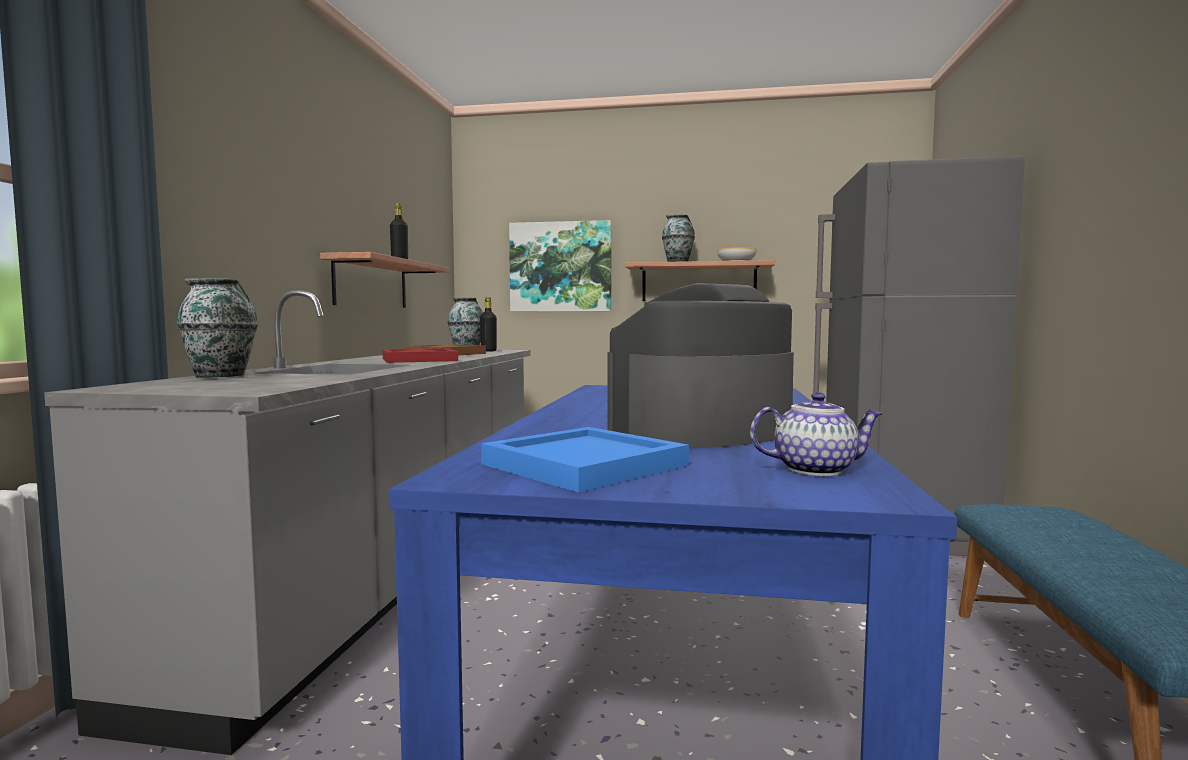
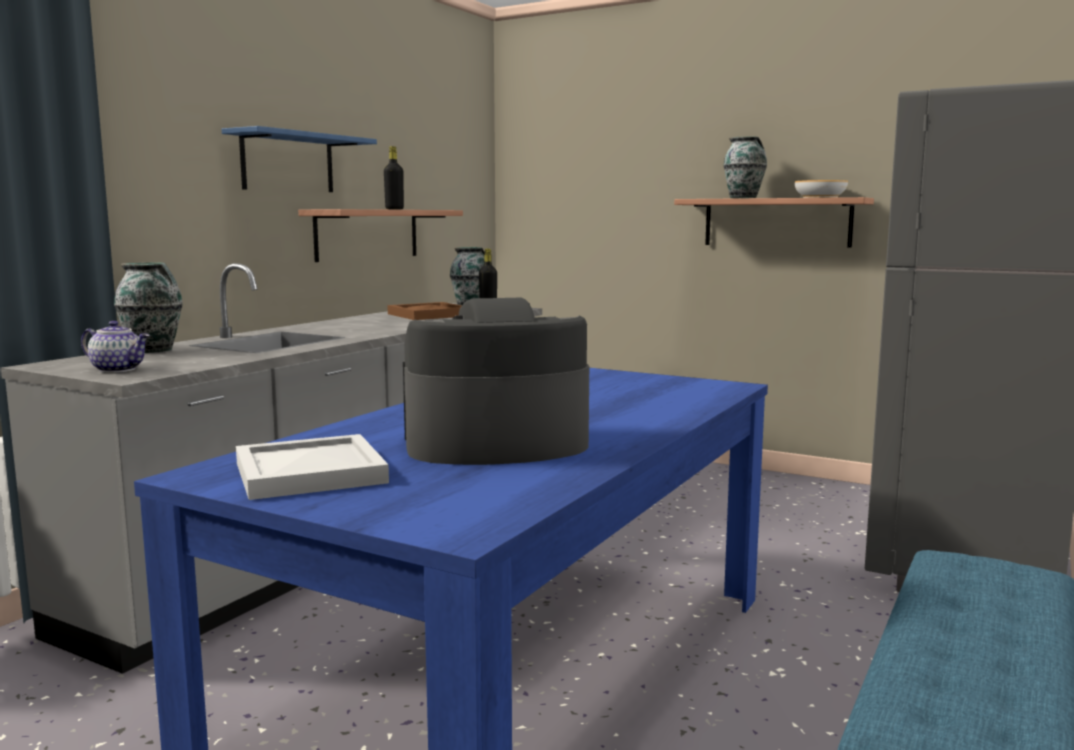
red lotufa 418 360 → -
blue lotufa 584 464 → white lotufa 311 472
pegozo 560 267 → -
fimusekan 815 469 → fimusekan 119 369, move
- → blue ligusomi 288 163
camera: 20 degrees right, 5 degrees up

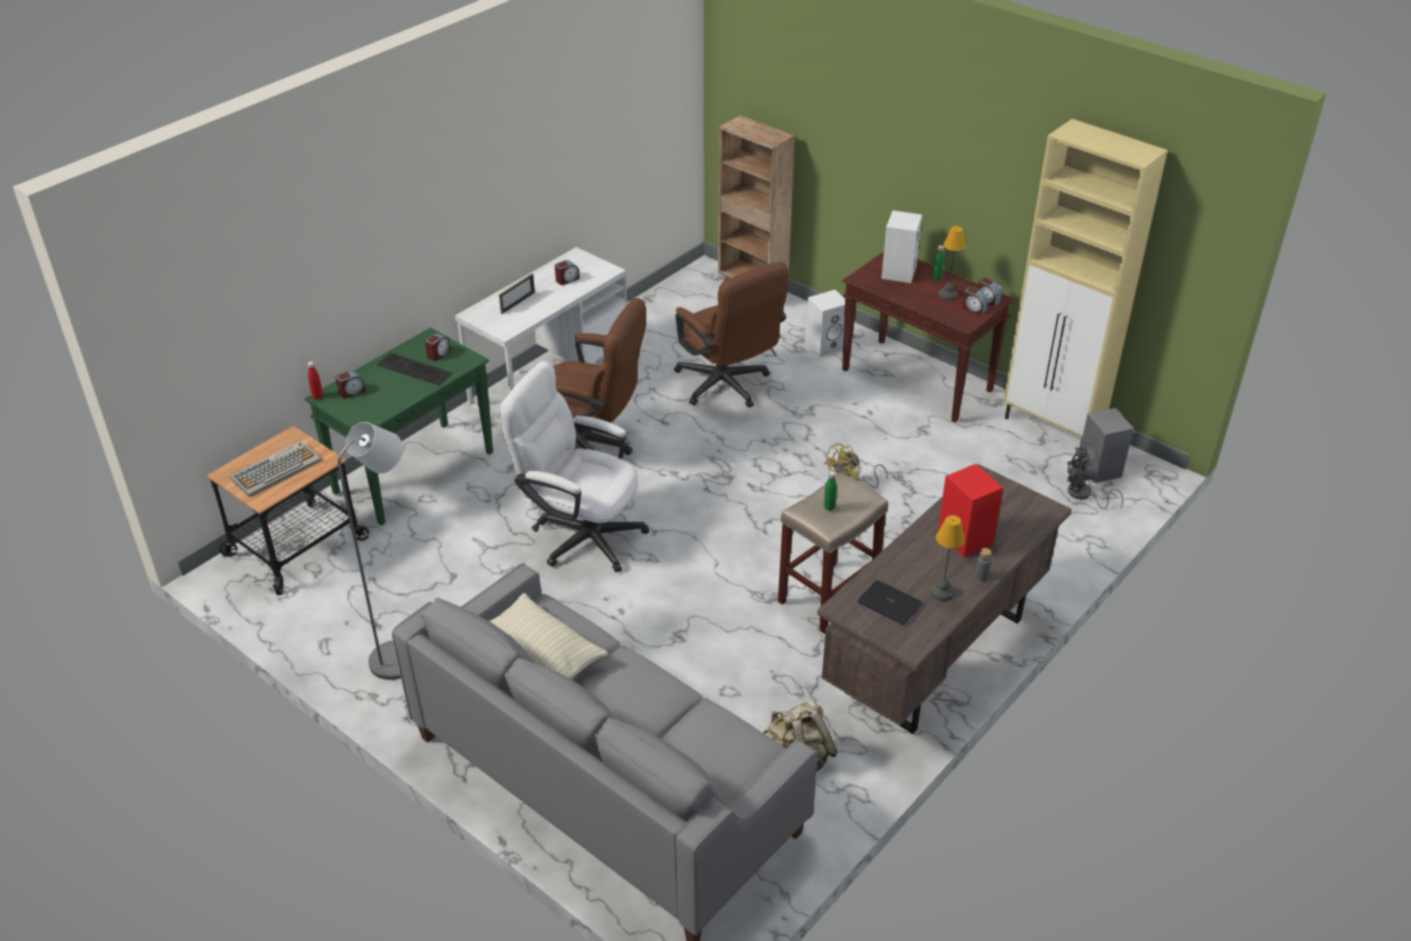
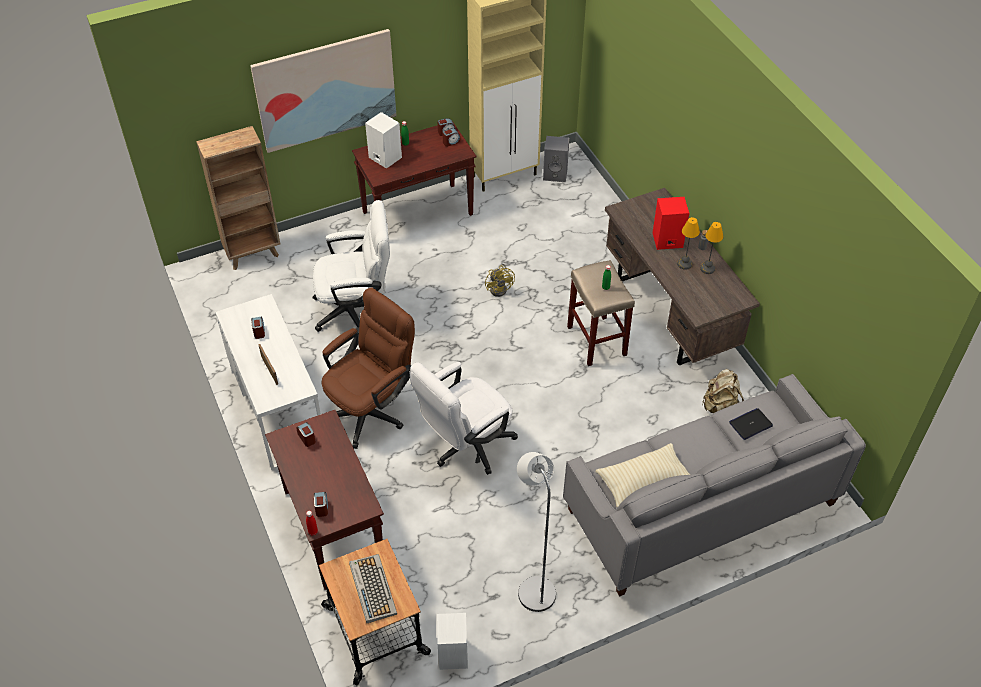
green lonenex 415 472 → brown lonenex 332 527
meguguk 413 369 → -
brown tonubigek 727 387 → white tonubigek 357 310
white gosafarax 826 346 → white gosafarax 452 653, move
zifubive 890 603 → zifubive 750 424, move
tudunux 947 294 → tudunux 684 264, move
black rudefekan 1083 495 → -
- → pegozo 326 90
camera: 65 degrees left, 10 degrees up

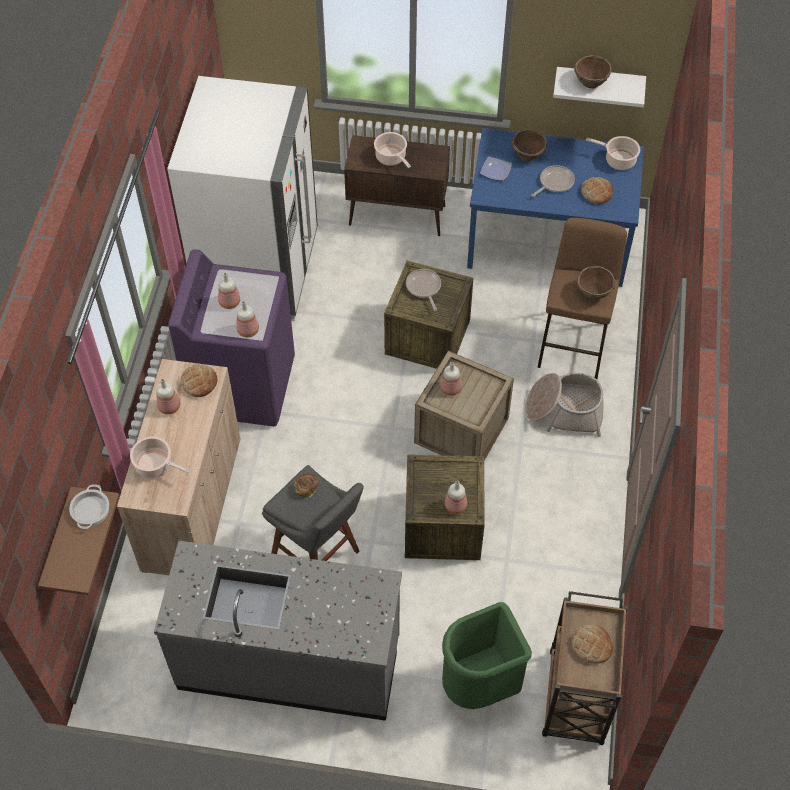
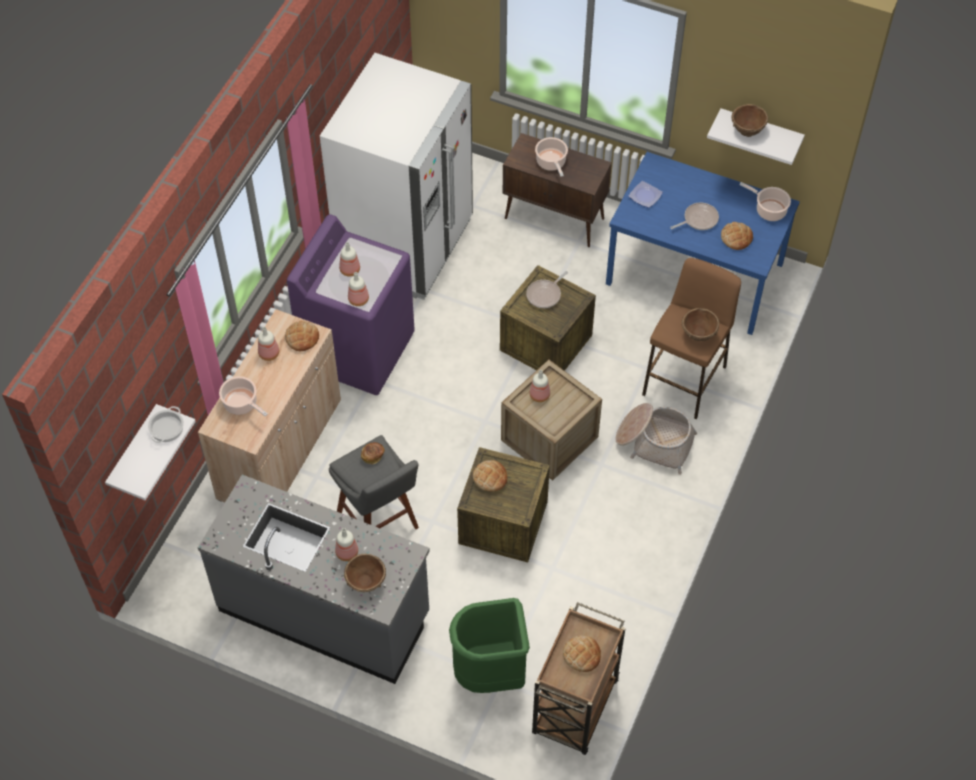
brown ligusomi 59 544 → white ligusomi 134 452
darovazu 424 288 → darovazu 545 295, 135 degrees counterclockwise
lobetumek 456 506 → lobetumek 347 553, move
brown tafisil 528 155 → brown tafisil 366 582, move
- → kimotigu 490 477
camera: 15 degrees right, 0 degrees up

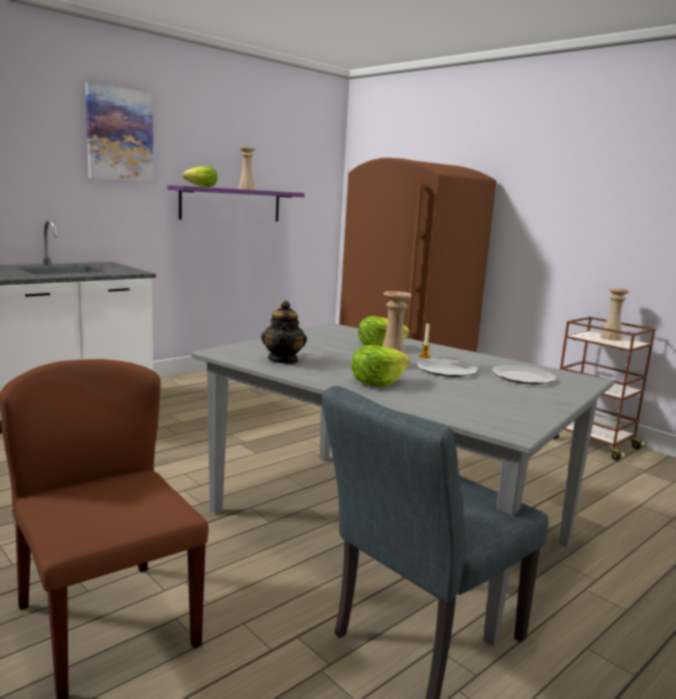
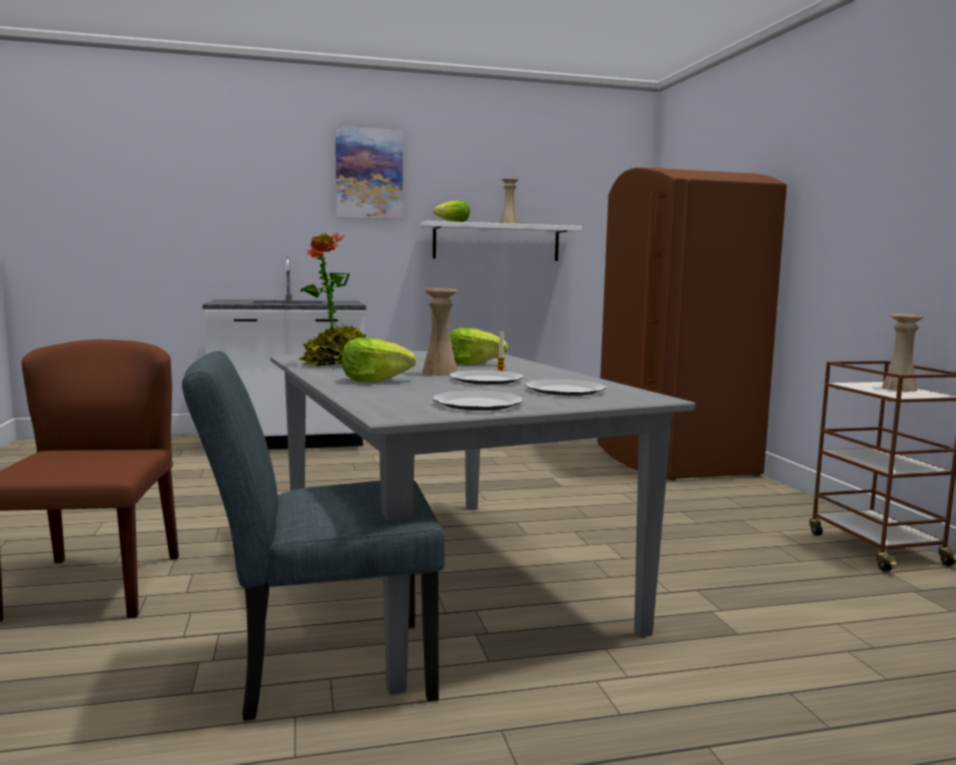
purple ligusomi 231 204 → white ligusomi 496 242
fimusekan 283 360 → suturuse 335 364
- → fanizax 478 404
camera: 30 degrees right, 5 degrees down

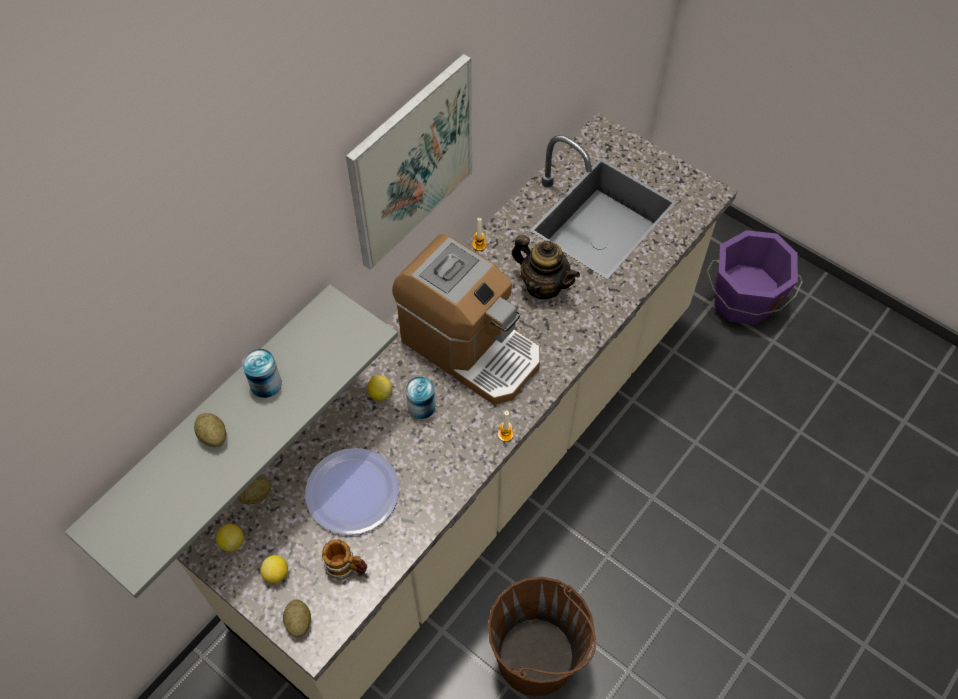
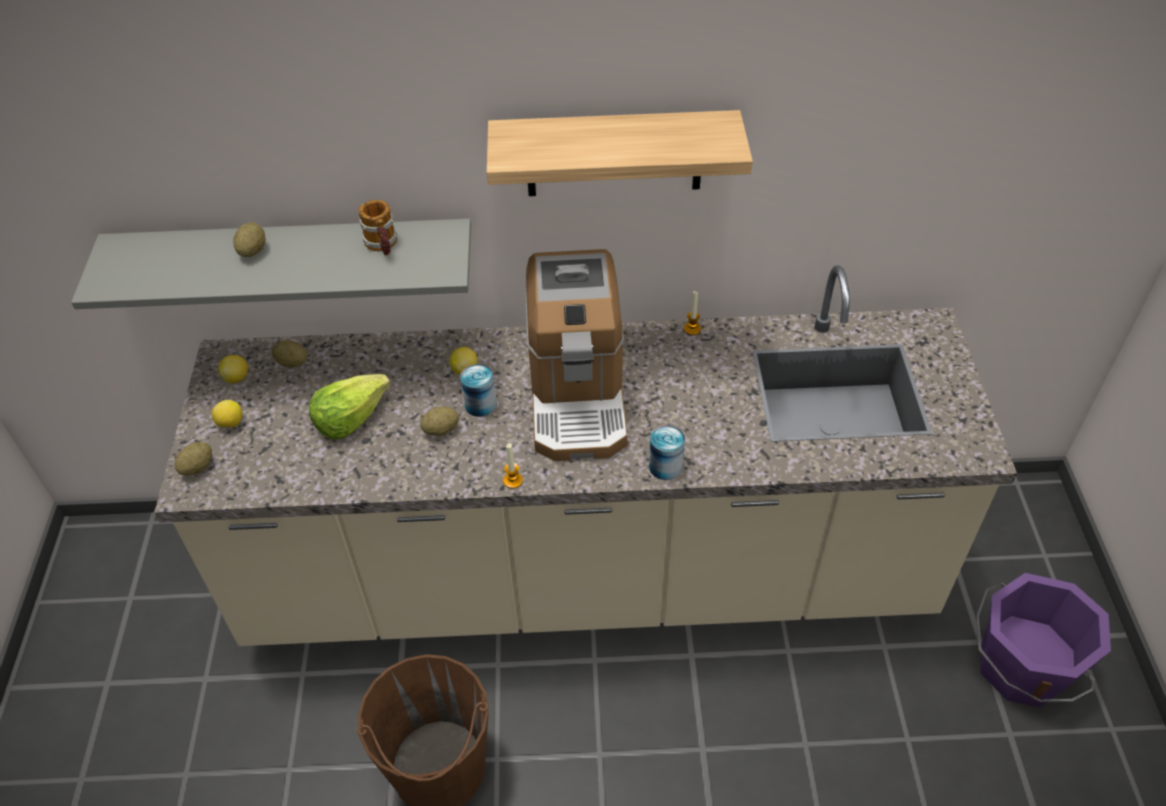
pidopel 266 384 → pidopel 665 466, move
fanizax 352 492 → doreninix 350 418
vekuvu 346 567 → vekuvu 382 245, move
pegozo 411 163 → ligusomi 614 154
fimusekan 543 285 → -
- → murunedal 441 430
camera: 50 degrees right, 10 degrees down

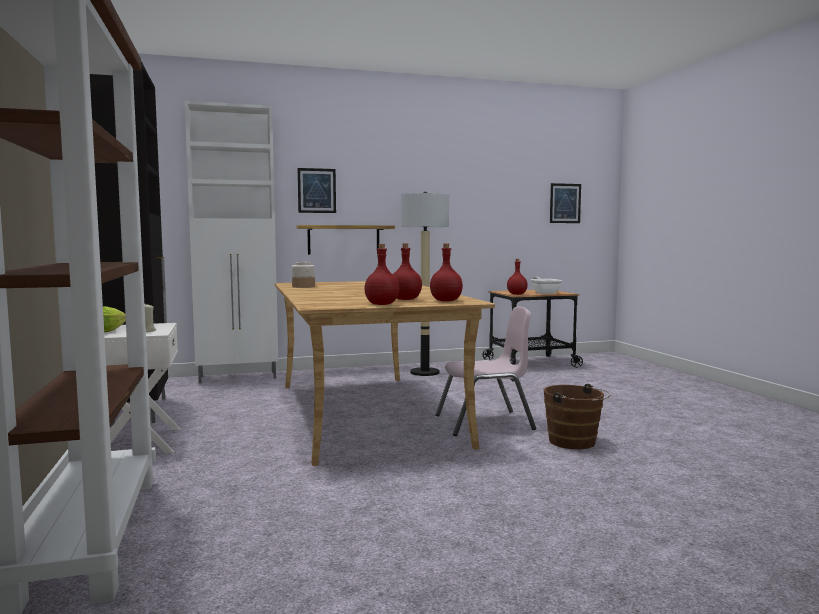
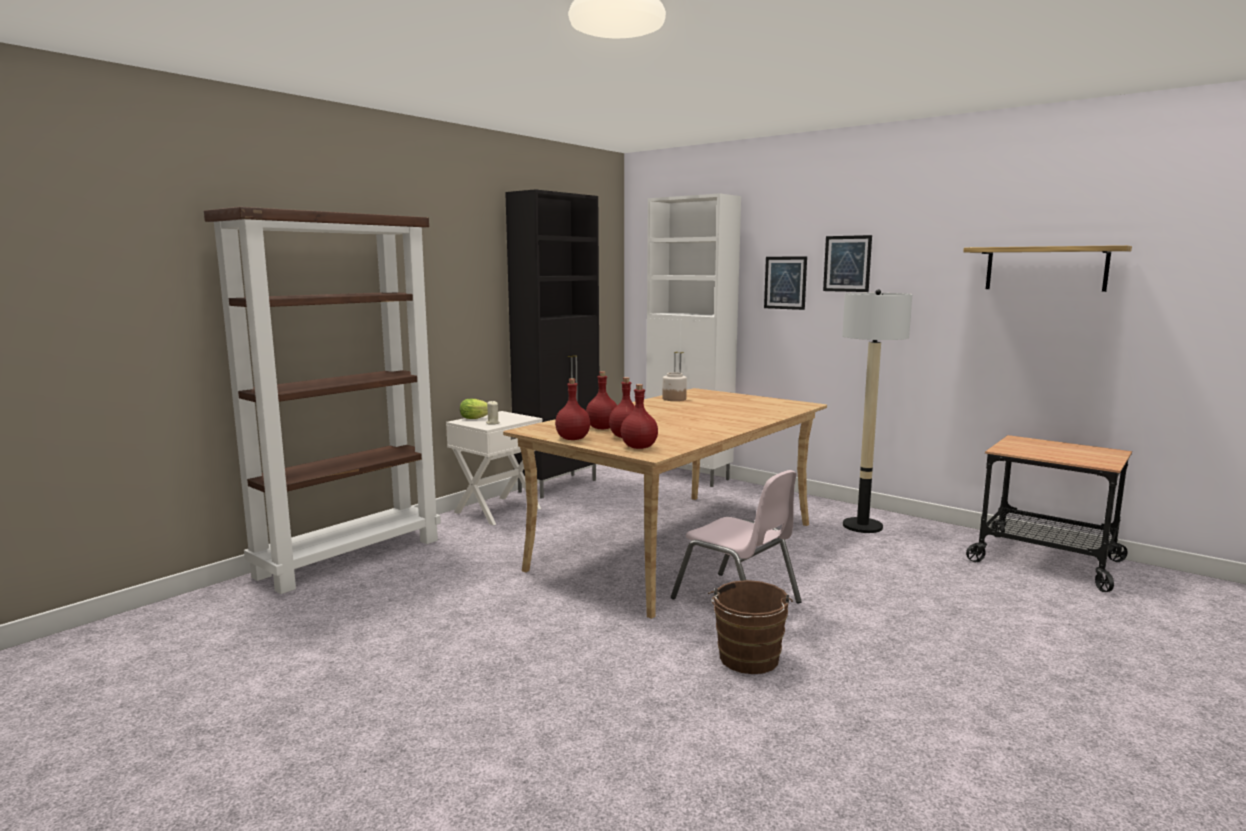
ligusomi 343 240 → ligusomi 1045 268, move
red lobetumek 517 294 → red lobetumek 603 428, move
darovazu 544 293 → -
pegozo 565 203 → pegozo 847 263, move
camera: 55 degrees right, 5 degrees up

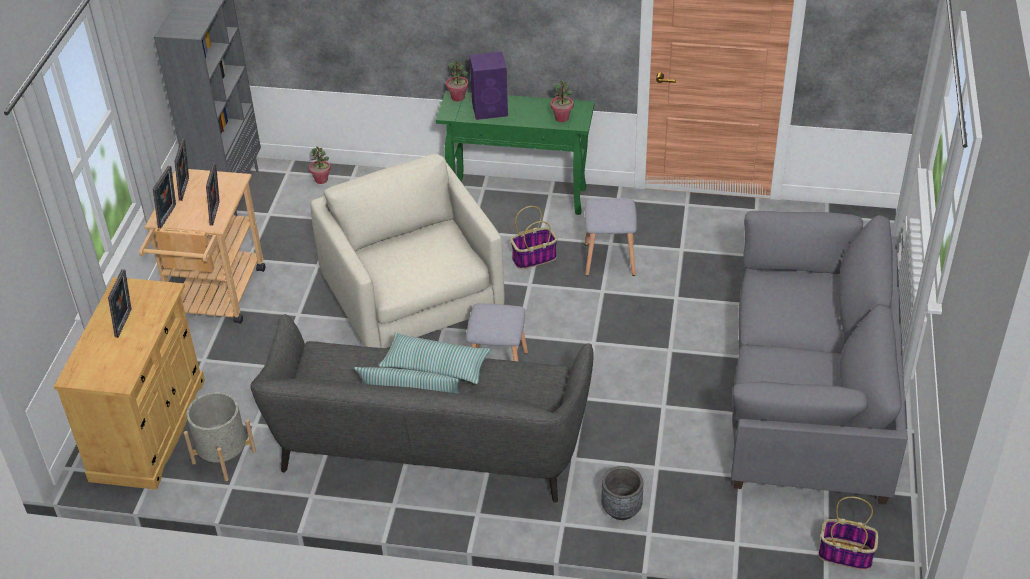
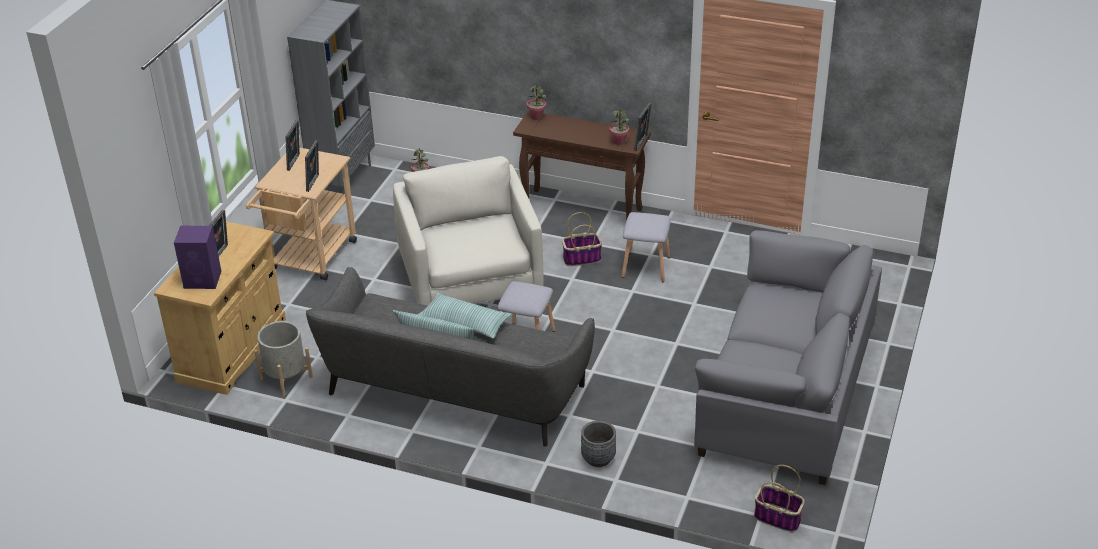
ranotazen 169 216 → ranotazen 642 143, move
green lonenex 519 196 → brown lonenex 583 209
purple gosafarax 491 109 → purple gosafarax 203 280, move
camera: 10 degrees right, 5 degrees down

